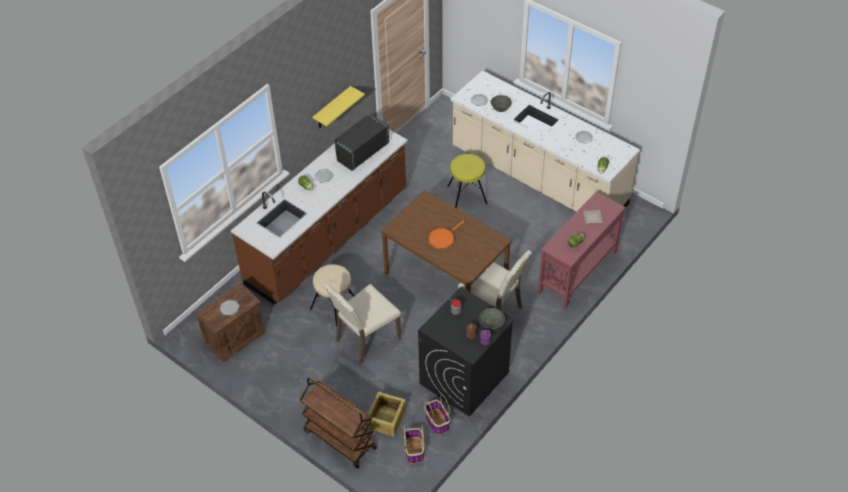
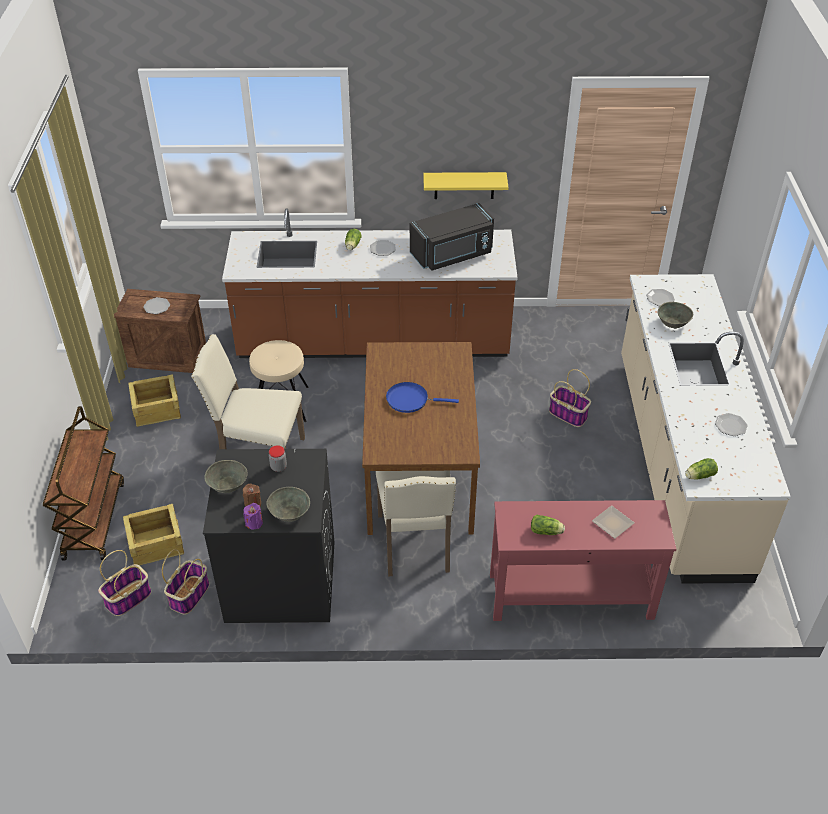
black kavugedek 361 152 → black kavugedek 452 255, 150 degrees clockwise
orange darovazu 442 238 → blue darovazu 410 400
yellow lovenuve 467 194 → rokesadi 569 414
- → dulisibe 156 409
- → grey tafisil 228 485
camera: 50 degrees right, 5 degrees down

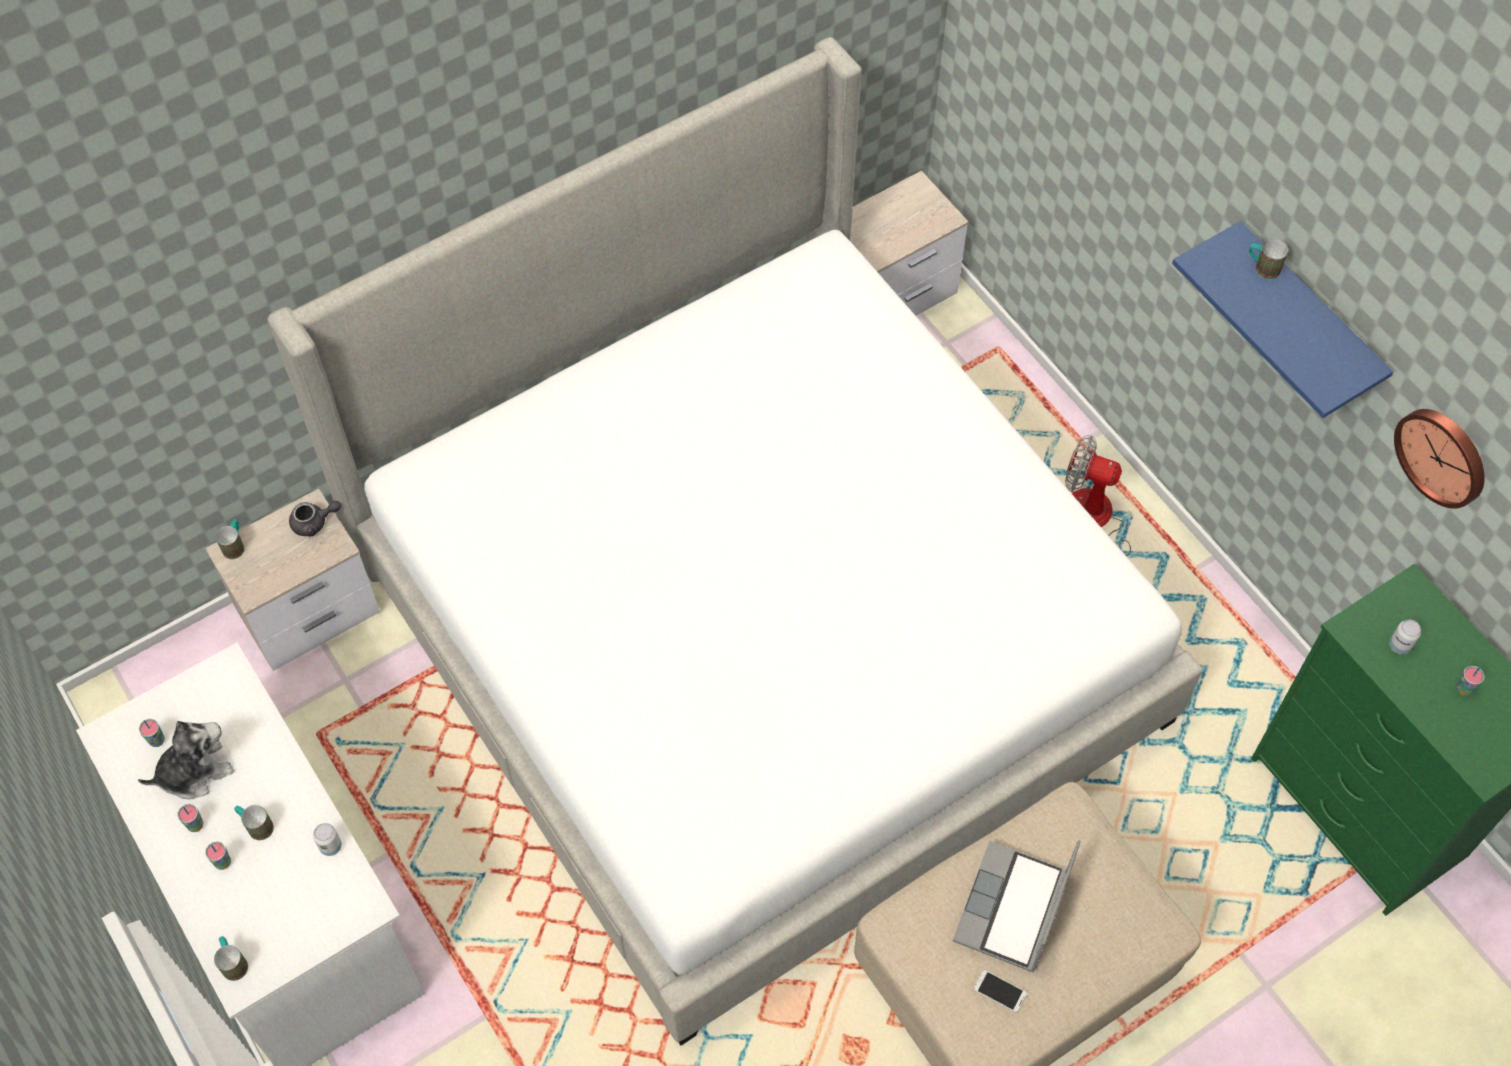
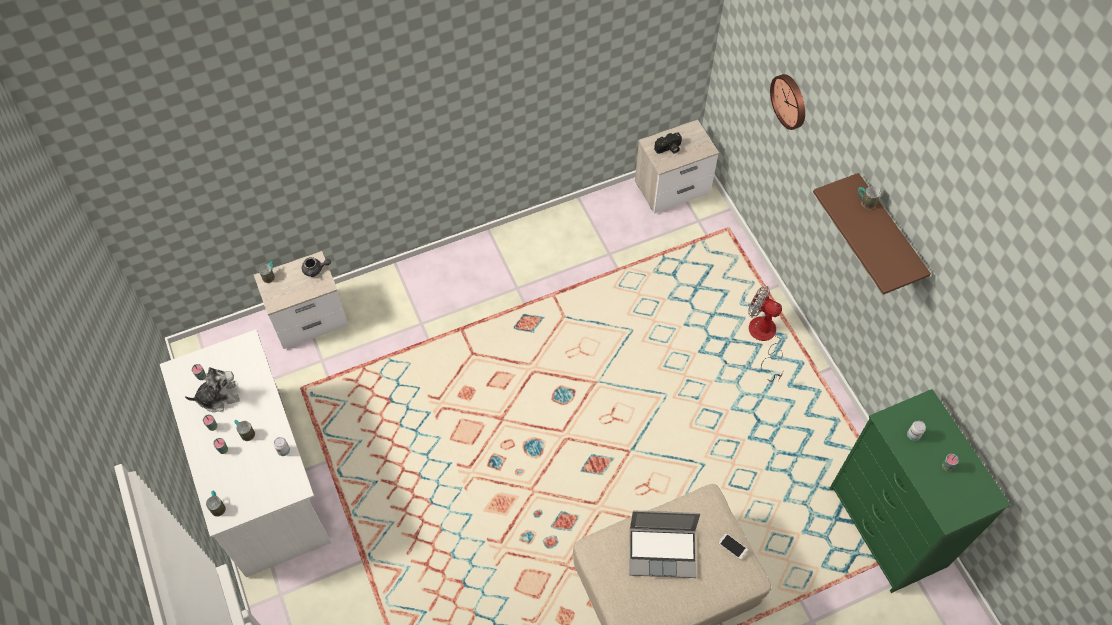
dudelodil 755 633 → -
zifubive 1012 910 → zifubive 663 551, 120 degrees counterclockwise
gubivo 1000 991 → gubivo 732 546, move
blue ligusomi 1305 317 → brown ligusomi 888 234
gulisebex 1443 455 → gulisebex 790 101, move
- → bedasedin 668 149
camera: 10 degrees right, 0 degrees up

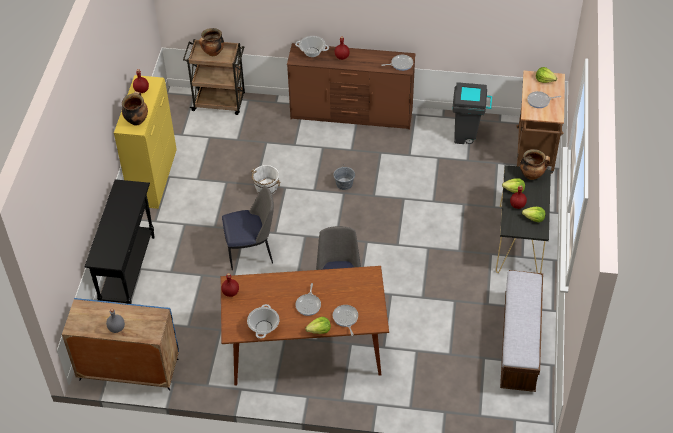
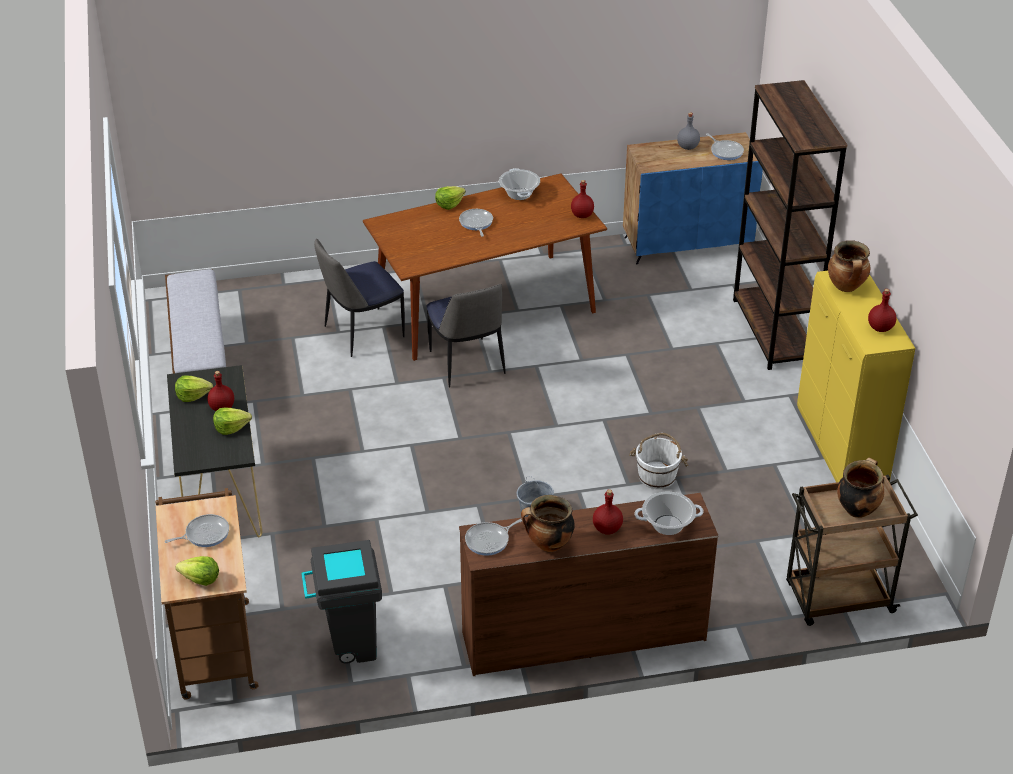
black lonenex 129 271 → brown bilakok 773 331
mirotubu 251 251 → mirotubu 362 332, move
darovazu 345 318 → darovazu 725 151, move
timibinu 532 175 → timibinu 548 545, move
camera: 160 degrees right, 10 degrees down

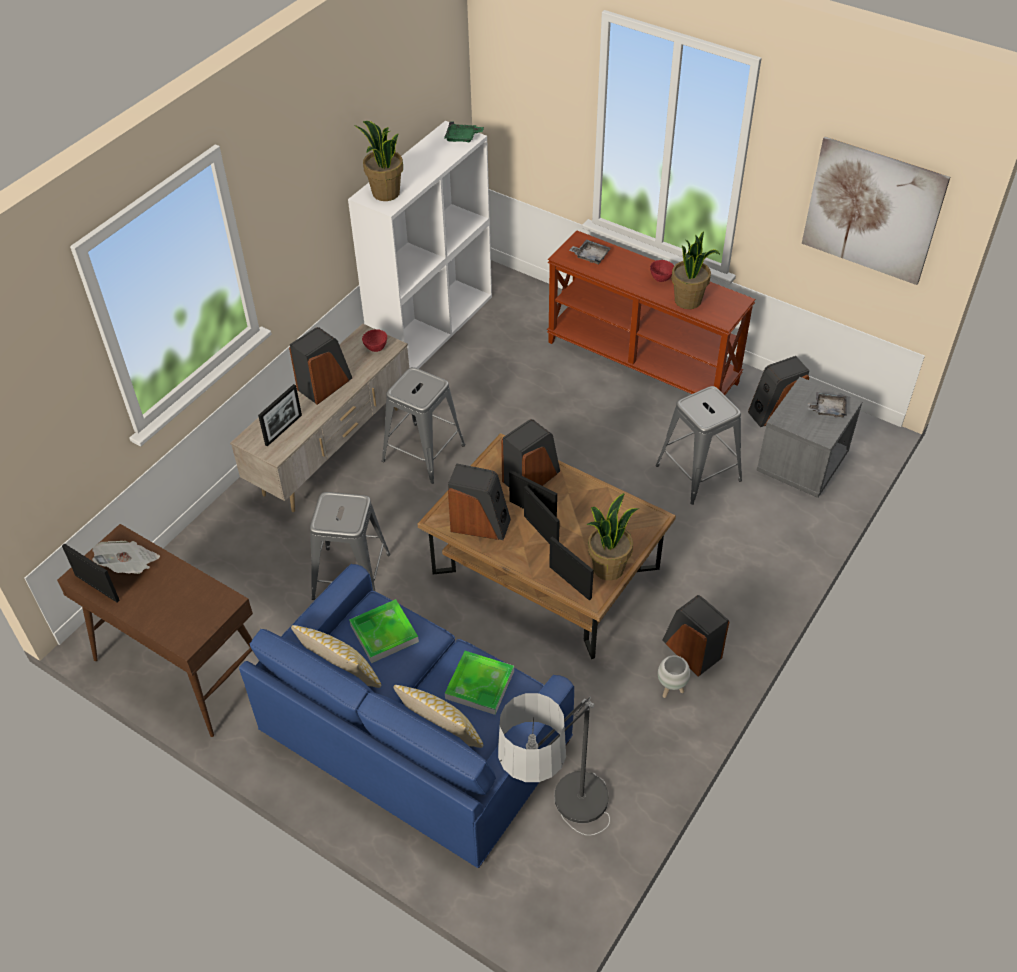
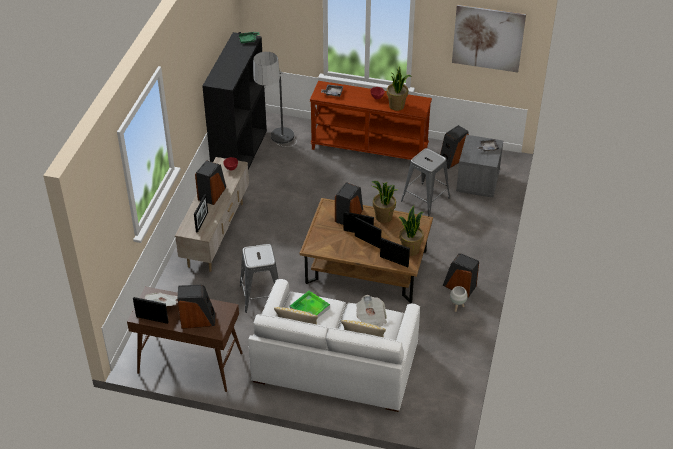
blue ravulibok 413 736 → white ravulibok 334 363
white bilakok 432 327 → black bilakok 239 155
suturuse 385 193 → suturuse 383 217, move
grey lovenuve 423 453 → -
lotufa 480 685 → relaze 371 319
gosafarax 480 524 → gosafarax 198 320, move
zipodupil 559 835 → zipodupil 278 149, move
camera: 20 degrees left, 5 degrees down

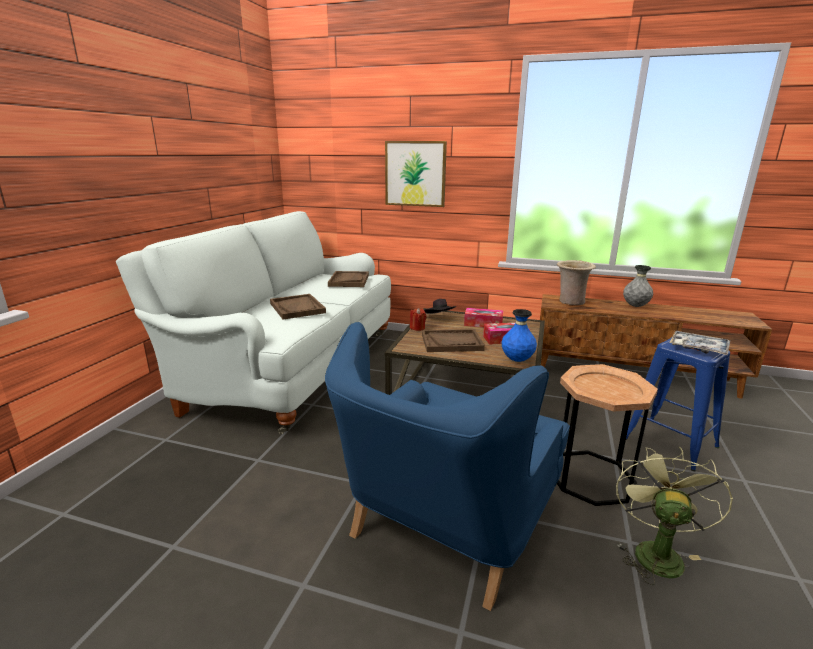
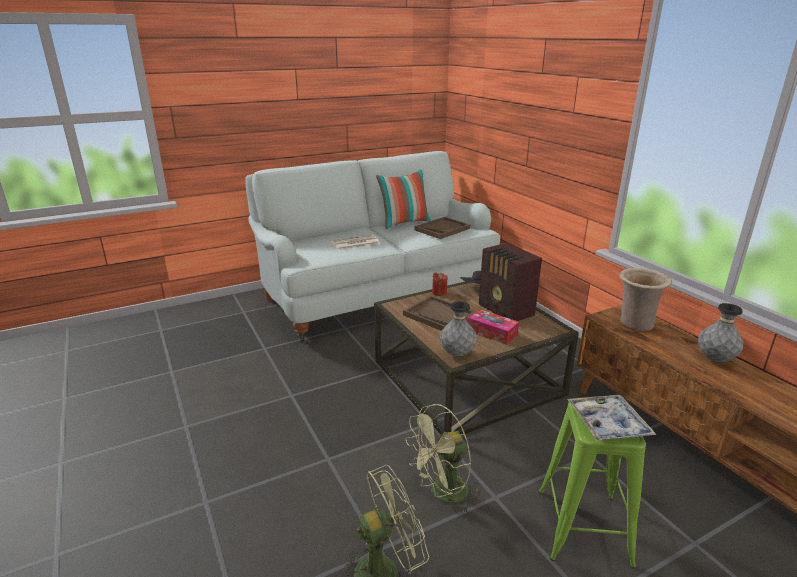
brown lotufa 297 308 → relaze 354 243
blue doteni 447 523 → -
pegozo 415 174 → -
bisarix 483 324 → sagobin 506 311
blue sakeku 517 360 → grey sakeku 457 354
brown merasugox 591 477 → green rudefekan 443 494
blue lovenuve 669 442 → green lovenuve 583 526
- → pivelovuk 404 223
camera: 45 degrees right, 5 degrees up

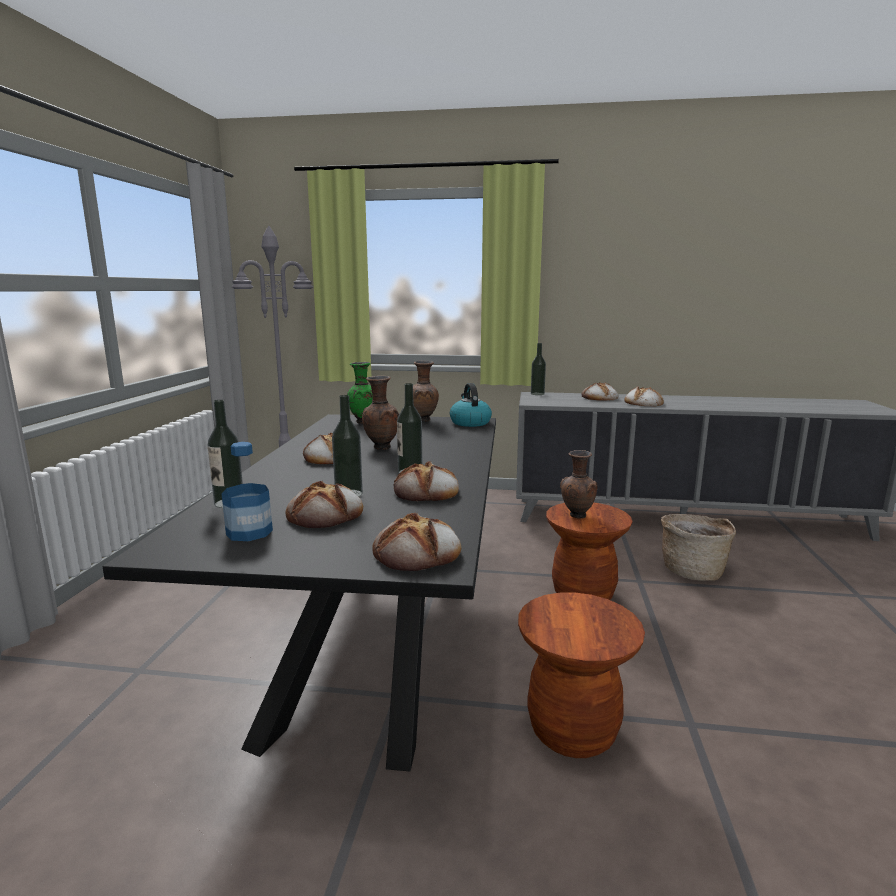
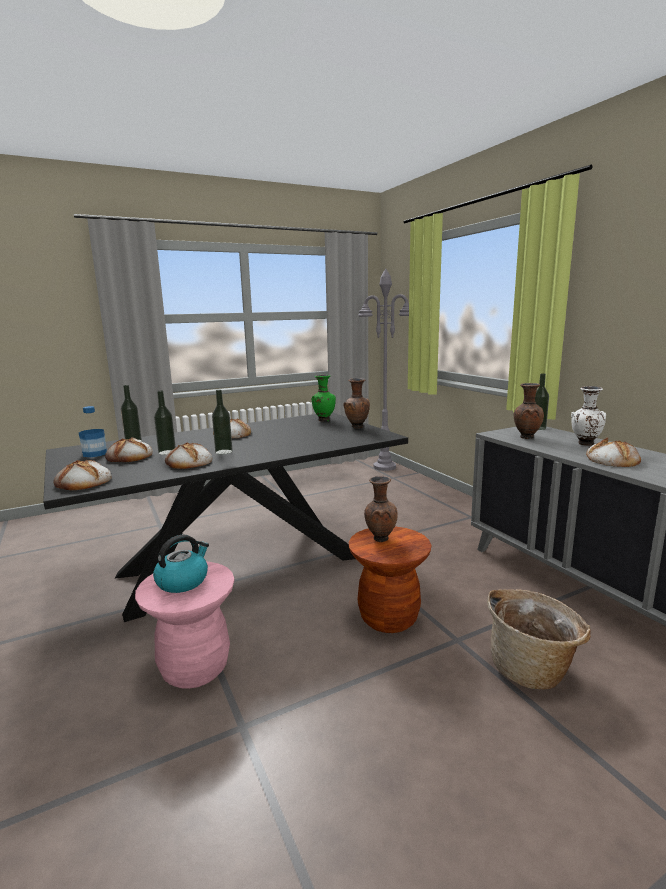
brown sakeku 380 448 → brown sakeku 526 437, move
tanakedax 470 422 → tanakedax 183 581, move
brown lovenuve 572 730 → pink lovenuve 195 668
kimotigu 599 398 → white sakeku 585 444
camera: 55 degrees right, 0 degrees up

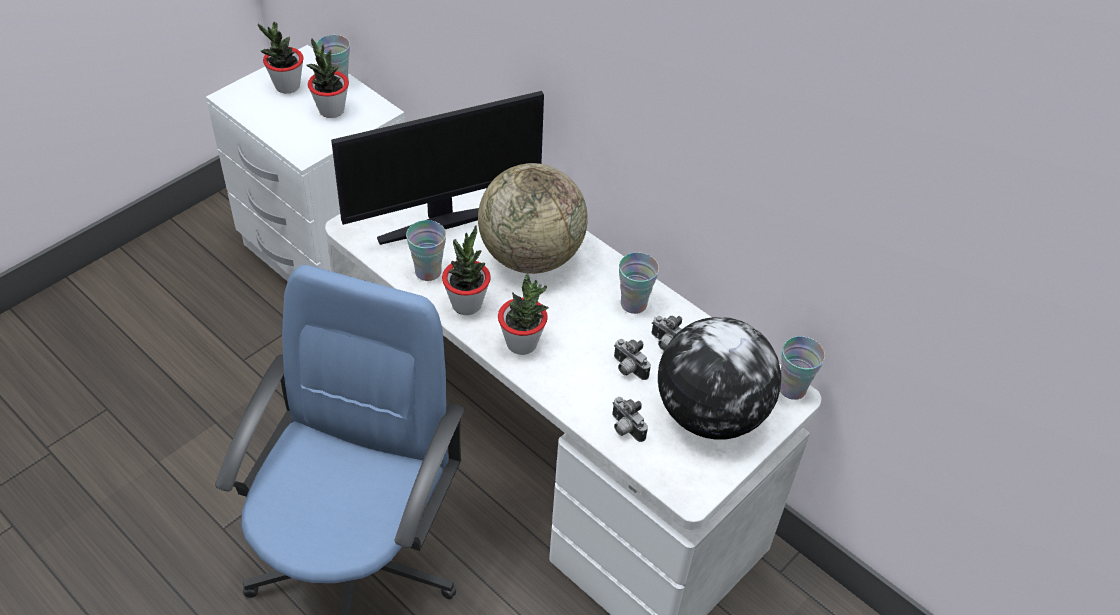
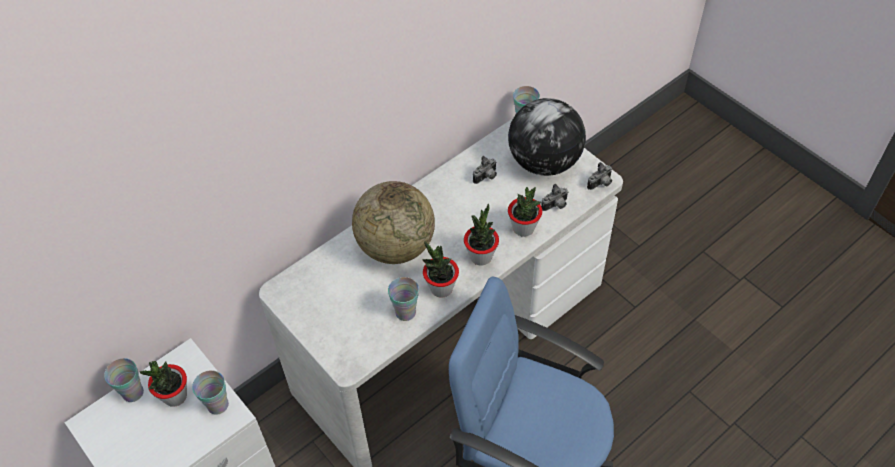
suturuse 287 86 → suturuse 523 228, move
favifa 442 221 → -
bedasedin 627 369 → bedasedin 600 184, move
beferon 633 304 → beferon 218 405, move
camera: 80 degrees left, 5 degrees up

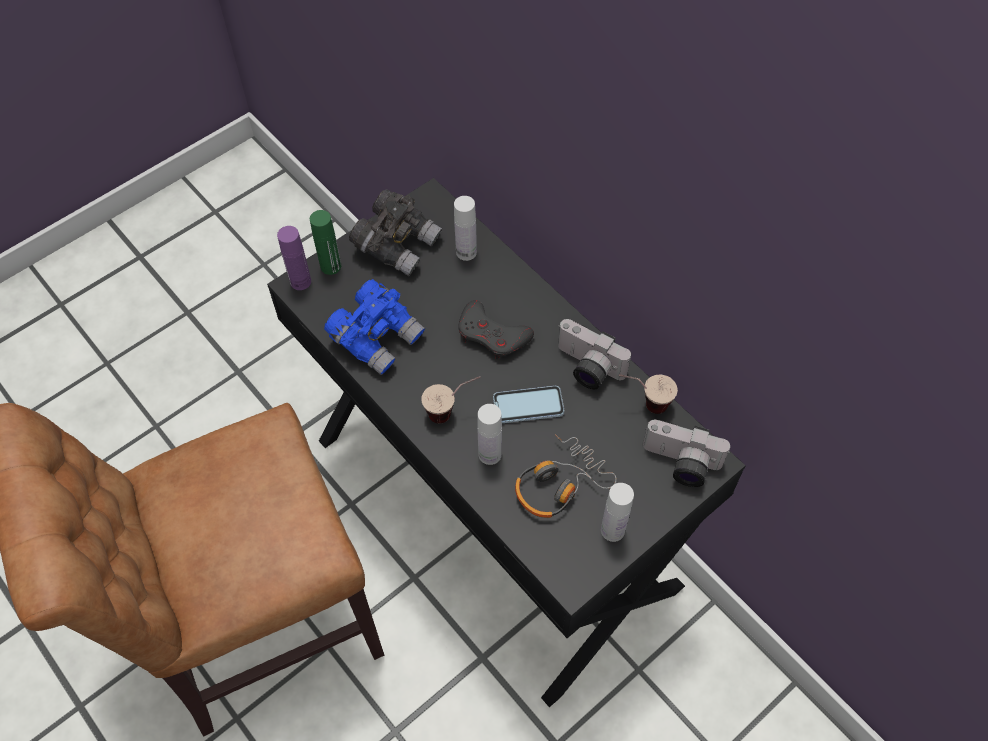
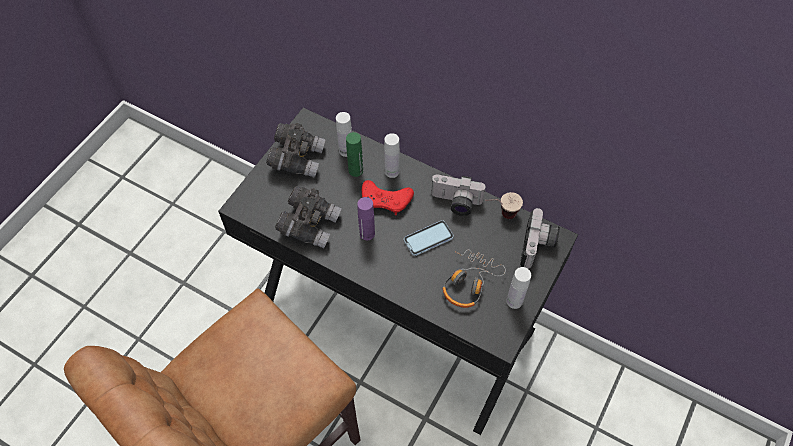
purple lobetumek 300 281 → purple lobetumek 367 233, move
green lobetumek 330 266 → green lobetumek 355 170, move
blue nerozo 377 337 → grey nerozo 310 224
beferon 452 411 → -
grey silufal 492 335 → red silufal 386 200
white lobetumek 490 454 → white lobetumek 392 171, move
bedasedin 680 464 → bedasedin 538 246, 75 degrees counterclockwise
camera: 20 degrees left, 0 degrees up

